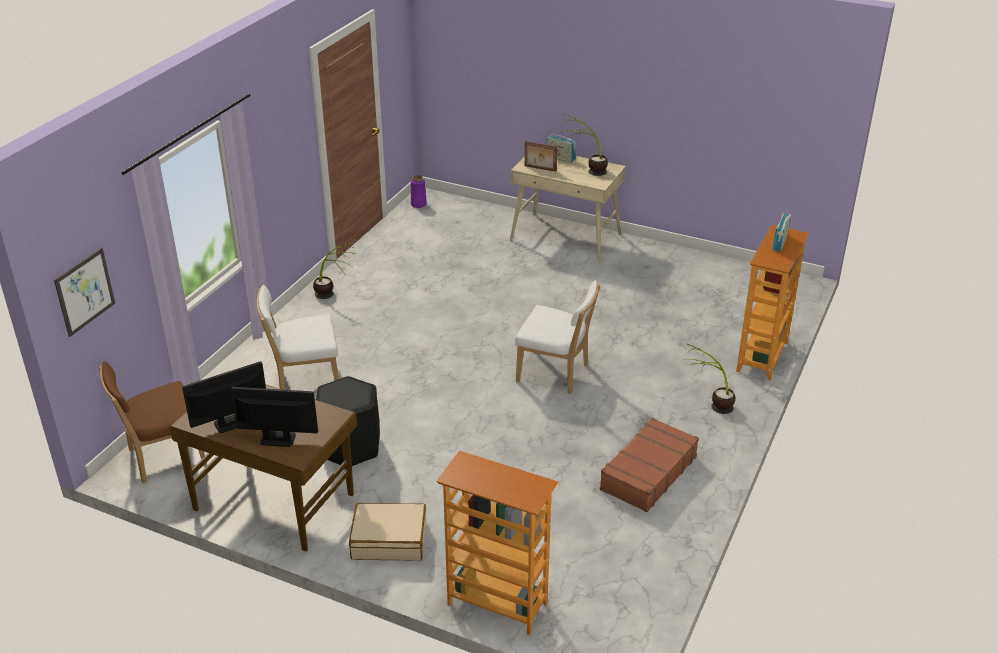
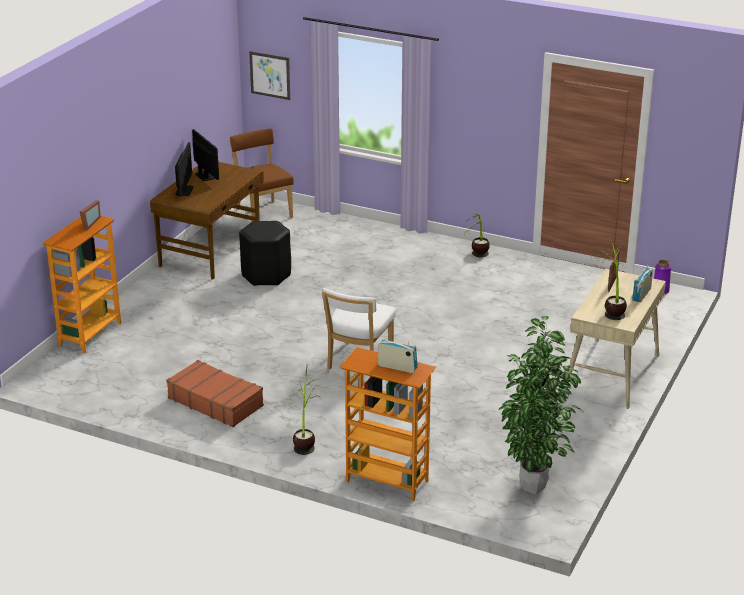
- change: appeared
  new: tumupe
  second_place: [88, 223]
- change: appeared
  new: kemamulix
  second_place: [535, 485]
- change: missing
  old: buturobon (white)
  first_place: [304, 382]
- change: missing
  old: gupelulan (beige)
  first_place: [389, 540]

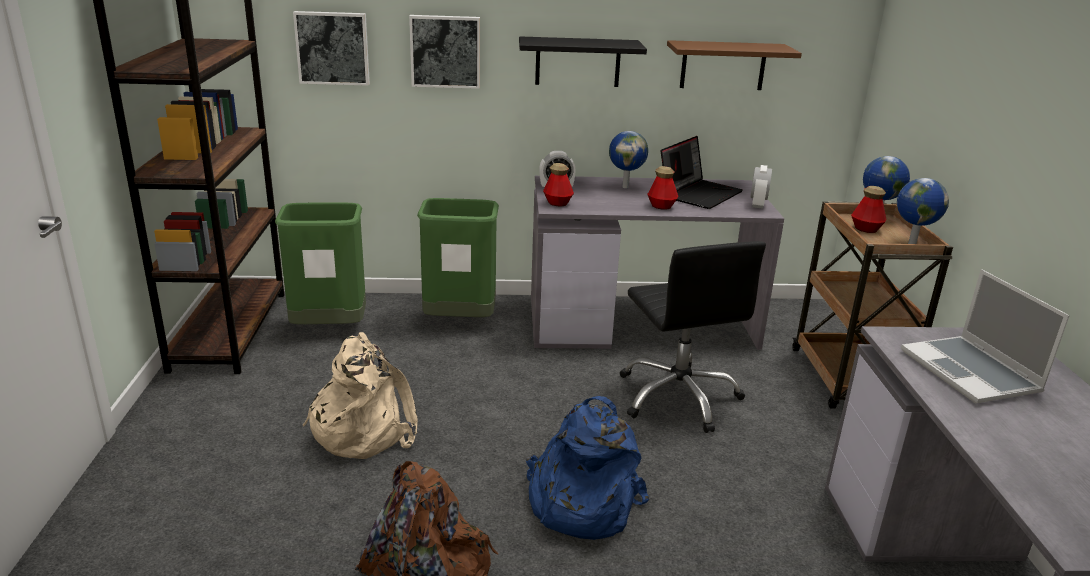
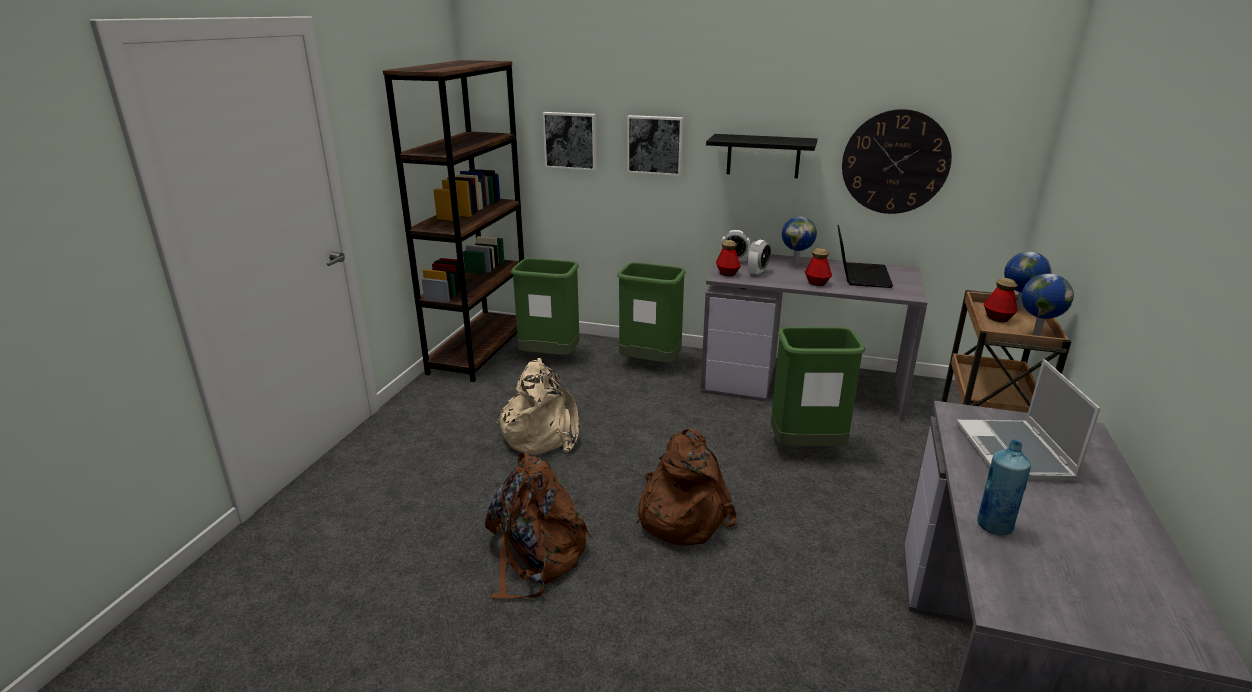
- change: colour
  old: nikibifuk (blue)
  new: nikibifuk (brown)
  first_place: [580, 503]
  second_place: [680, 516]
- change: relocated
  old: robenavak
  first_place: [757, 204]
  second_place: [757, 273]
- change: exchanged
  old: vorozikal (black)
  new: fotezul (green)
  first_place: [679, 396]
  second_place: [806, 448]
- change: spun
  old: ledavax
  first_place: [699, 194]
  second_place: [860, 275]
  degrees: -45
- change: exchanged
  old: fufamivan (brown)
  new: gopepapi
  first_place: [723, 65]
  second_place: [895, 162]
- change: appeared
  new: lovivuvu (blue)
  second_place: [994, 526]

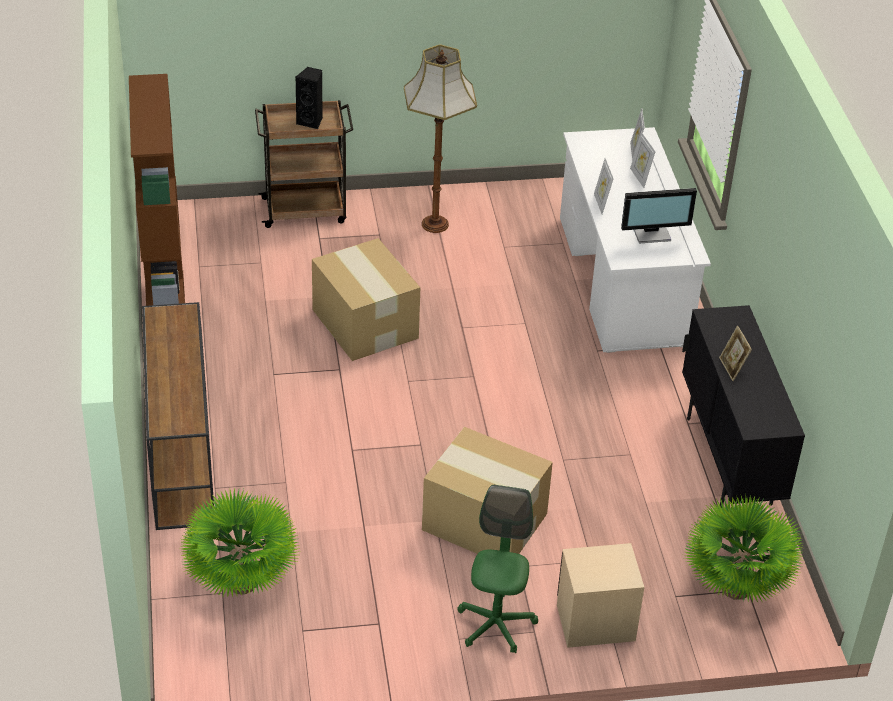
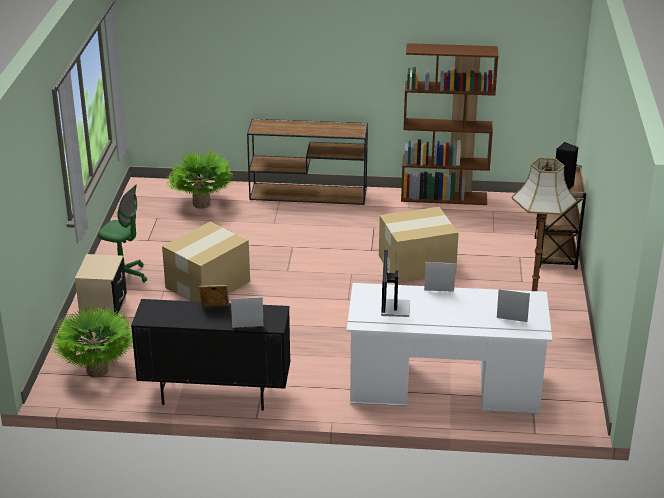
- change: relocated
  old: tumupe
  first_place: [640, 177]
  second_place: [247, 328]

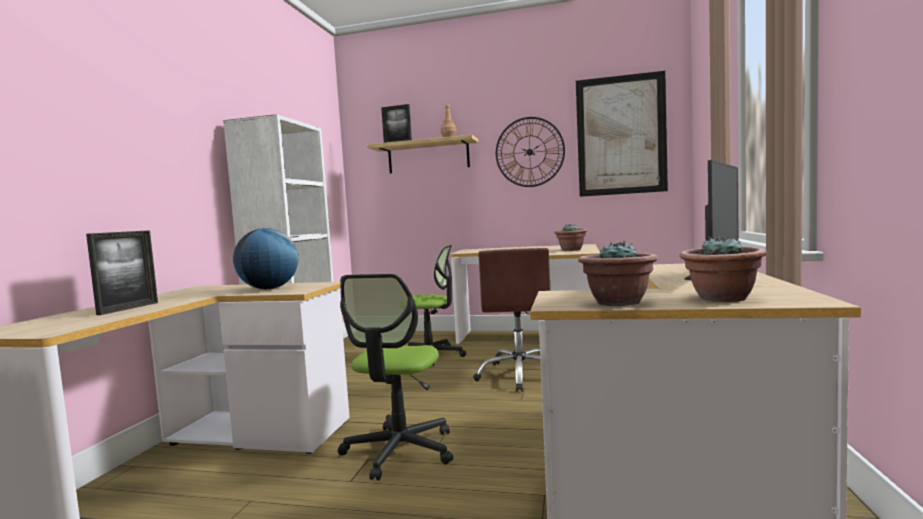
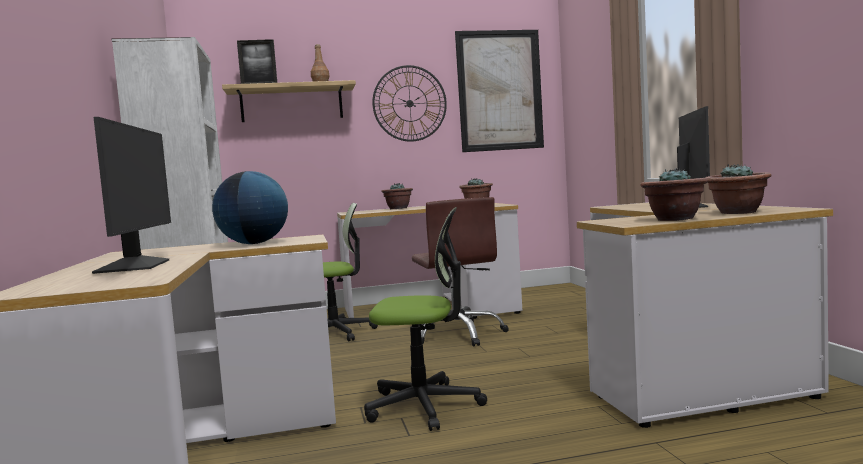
- change: exchanged
  old: tumupe
  new: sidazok
  first_place: [128, 308]
  second_place: [135, 266]
- change: spun
  old: vorozikal
  first_place: [399, 450]
  second_place: [424, 406]
  degrees: -75
- change: appeared
  new: kemamulix
  second_place: [398, 208]

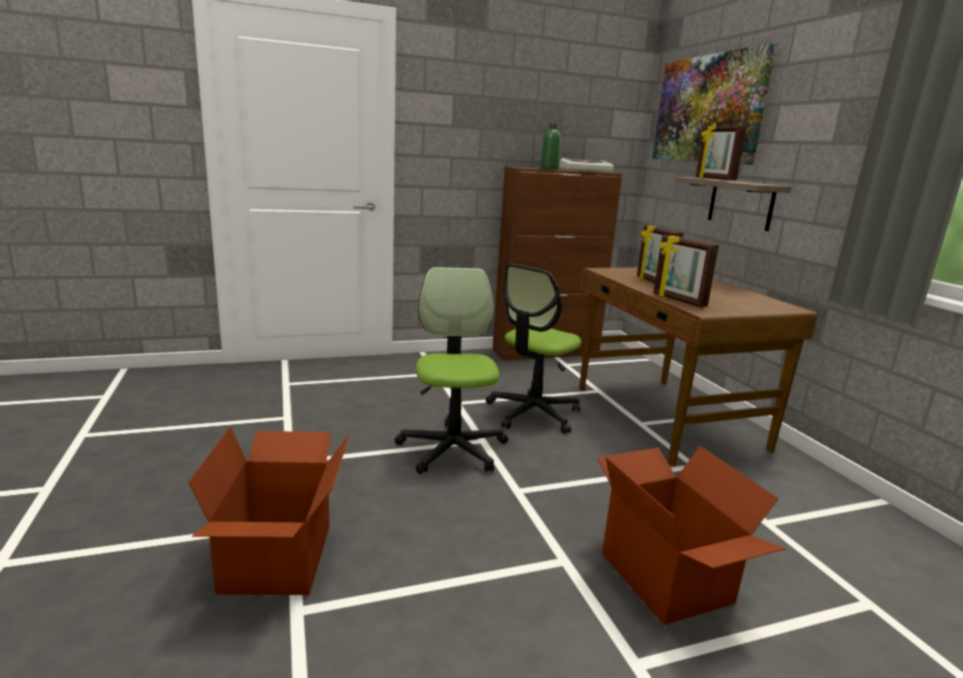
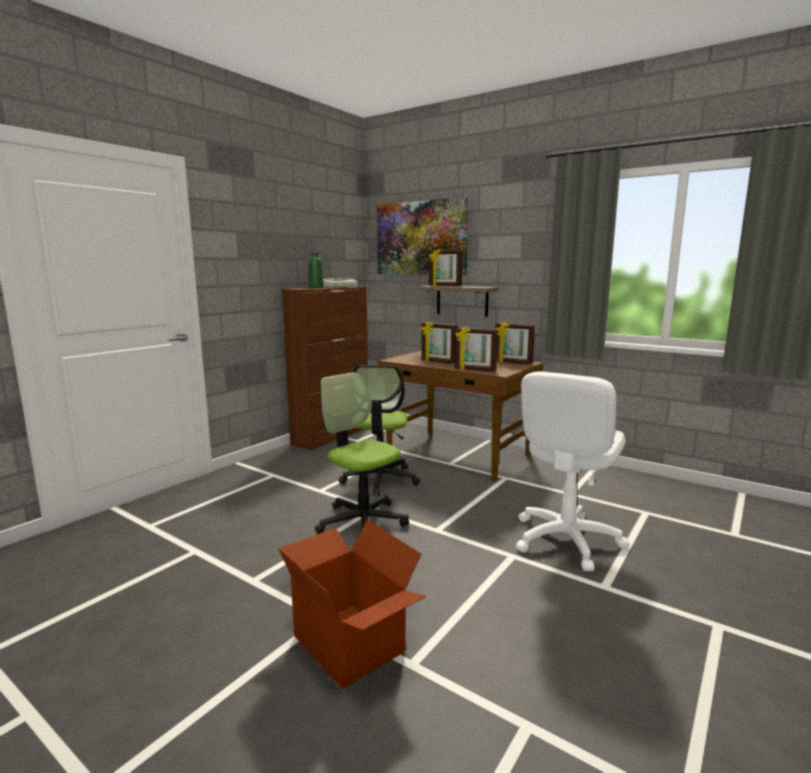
- change: appeared
  new: tumupe
  second_place: [512, 362]
- change: exchanged
  old: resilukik
  new: vorozikal (white)
  first_place: [667, 577]
  second_place: [565, 540]

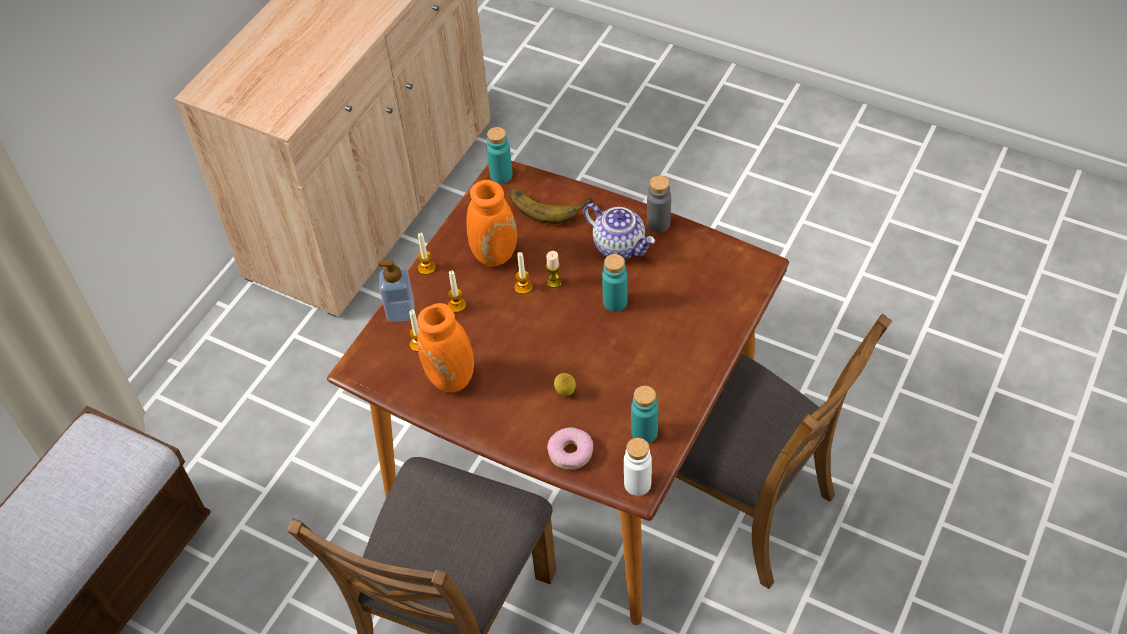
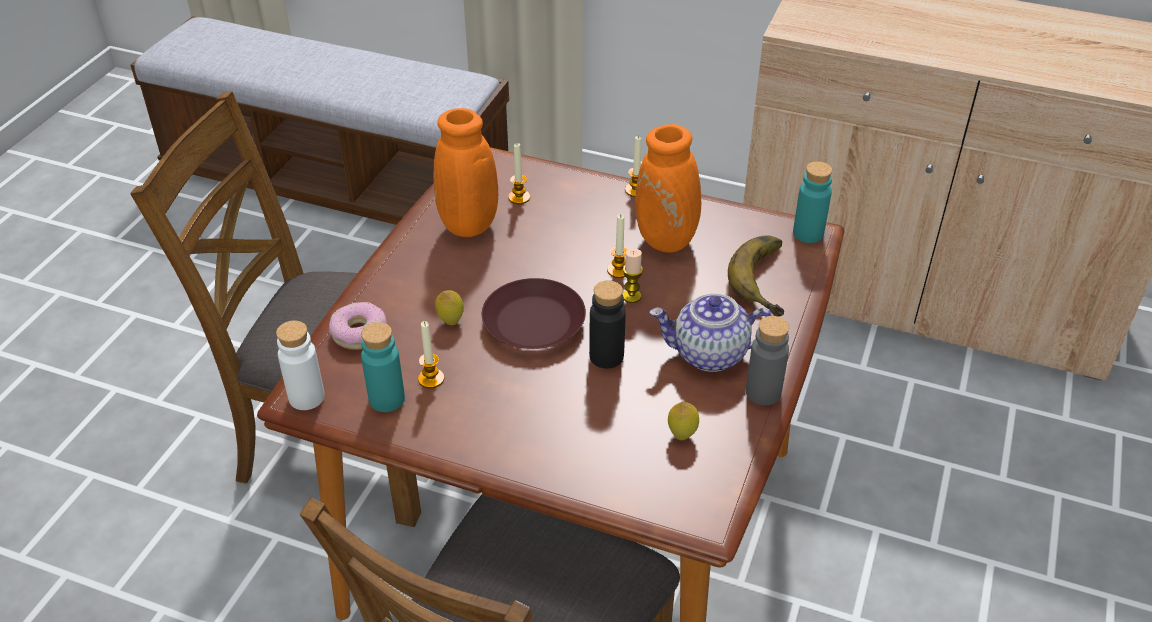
- change: relocated
  old: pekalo
  first_place: [457, 305]
  second_place: [431, 379]
- change: appeared
  new: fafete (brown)
  second_place: [533, 321]
- change: colour
  old: lovivuvu (turquoise)
  new: lovivuvu (black)
  first_place: [615, 302]
  second_place: [606, 356]
- change: spun
  old: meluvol
  first_place: [620, 246]
  second_place: [709, 354]
  degrees: 60
- change: appeared
  new: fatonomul
  second_place: [682, 435]
- change: missing
  old: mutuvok
  first_place: [400, 311]

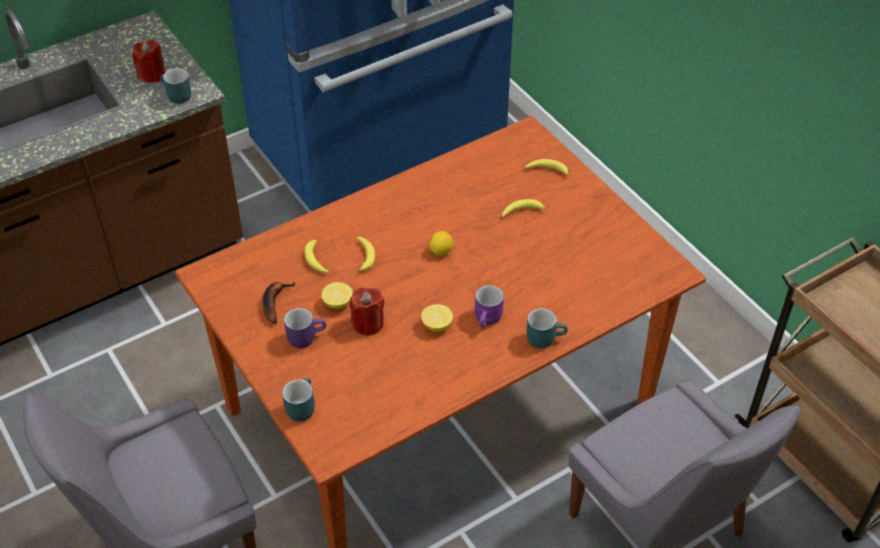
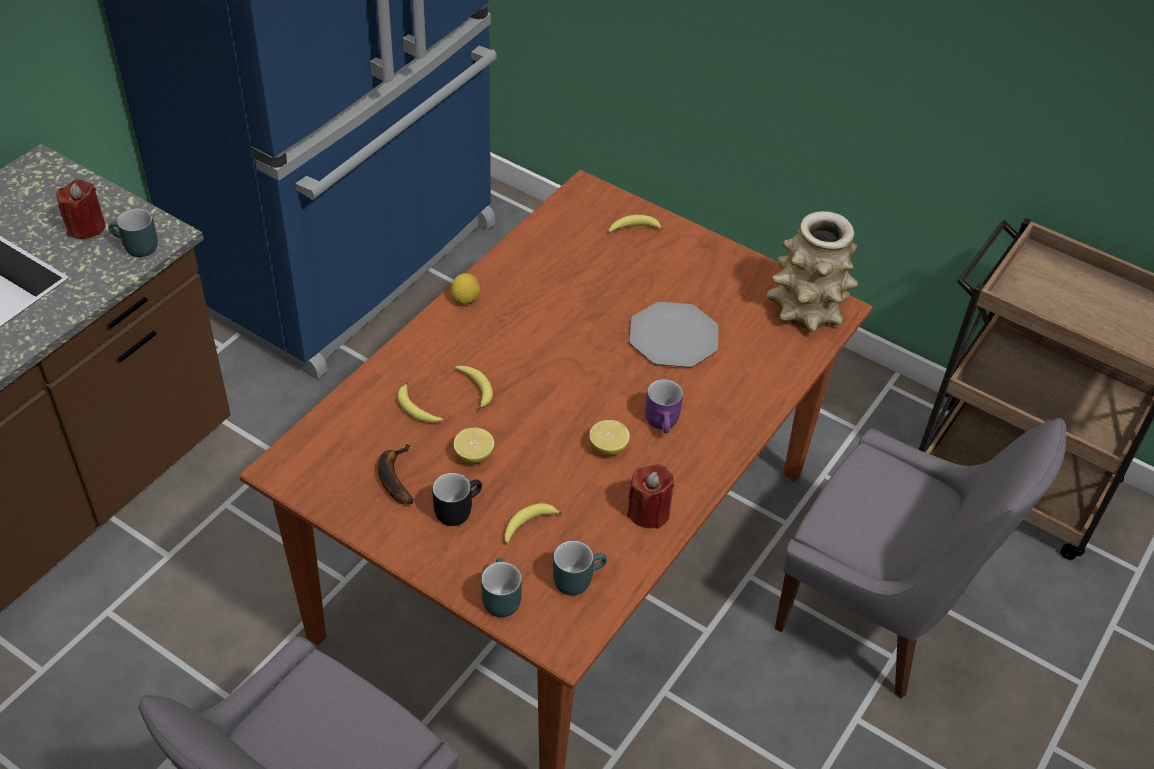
- change: colour
  old: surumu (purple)
  new: surumu (black)
  first_place: [305, 336]
  second_place: [456, 508]
- change: relocated
  old: fatonomul
  first_place: [441, 251]
  second_place: [465, 299]
- change: relocated
  old: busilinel
  first_place: [522, 211]
  second_place: [528, 525]
- change: relocated
  old: surumu (turquoise)
  first_place: [544, 337]
  second_place: [577, 577]
- change: relocated
  old: pekalo (red)
  first_place: [368, 323]
  second_place: [649, 512]
- change: appeared
  new: fafete
  second_place: [673, 336]
- change: appeared
  new: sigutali
  second_place: [806, 310]

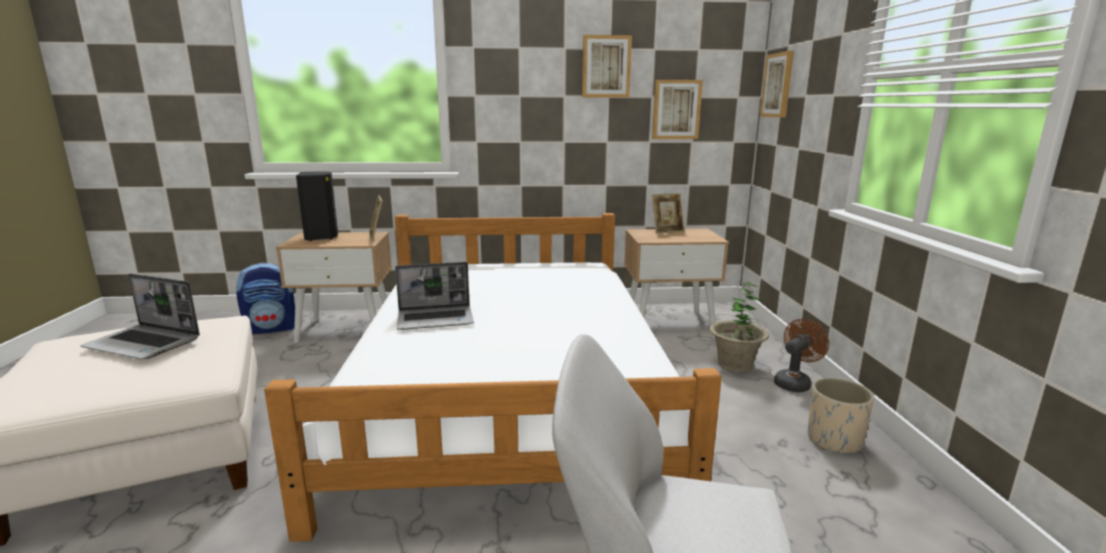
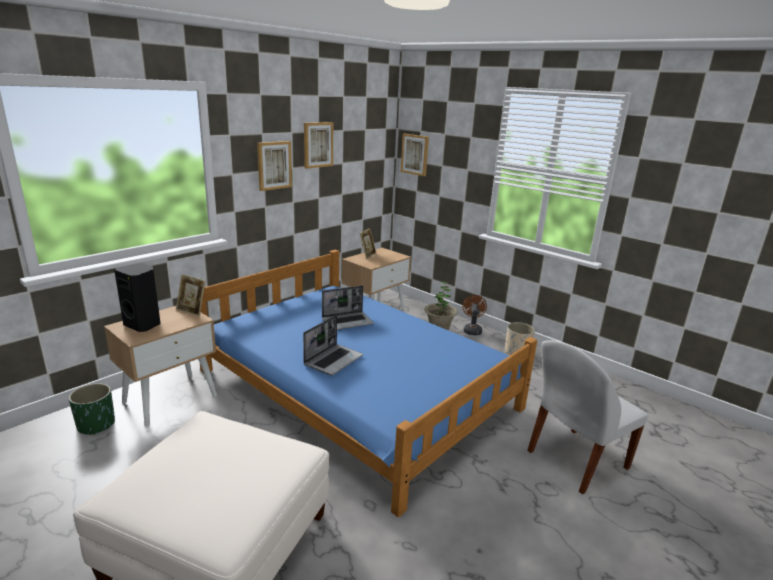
- change: exchanged
  old: nikibifuk
  new: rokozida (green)
  first_place: [272, 328]
  second_place: [96, 425]
- change: colour
  old: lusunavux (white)
  new: lusunavux (blue)
  first_place: [507, 388]
  second_place: [358, 389]
- change: relocated
  old: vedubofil
  first_place: [676, 109]
  second_place: [274, 165]
- change: relocated
  old: ledavax
  first_place: [145, 343]
  second_place: [347, 321]

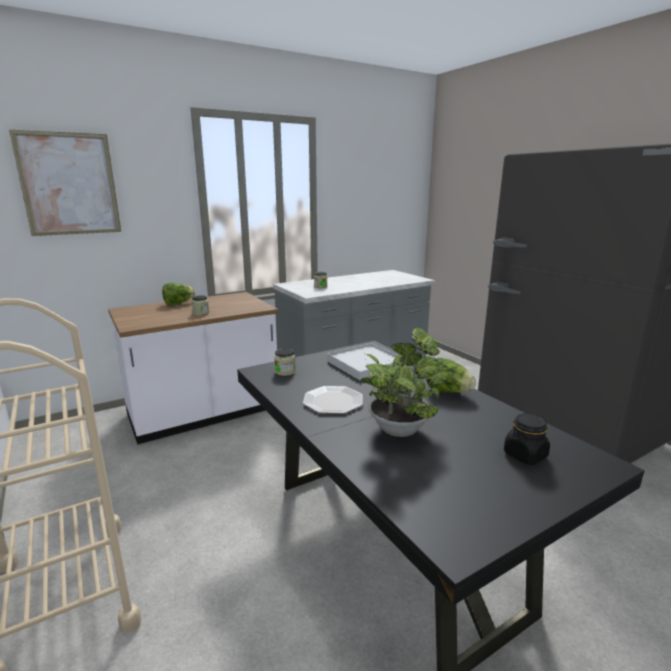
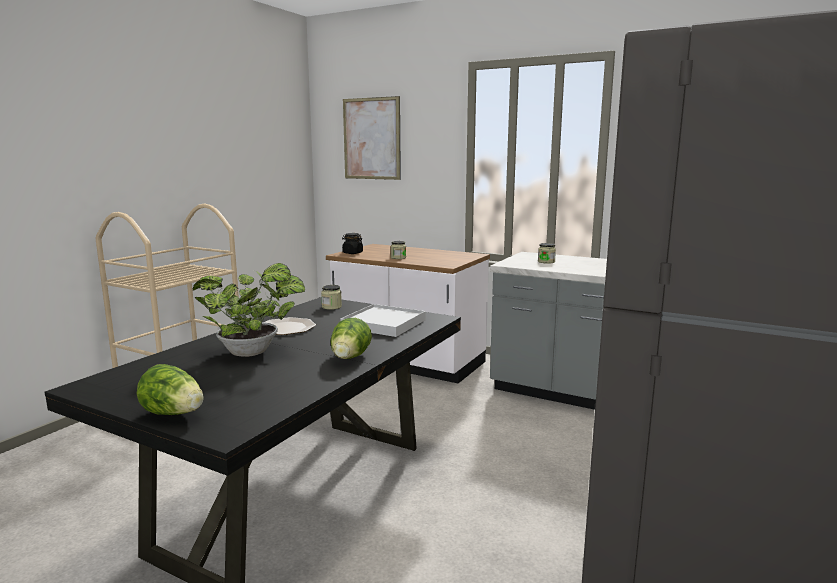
- change: relocated
  old: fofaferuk
  first_place: [178, 303]
  second_place: [174, 414]
- change: relocated
  old: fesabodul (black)
  first_place: [525, 455]
  second_place: [352, 253]

